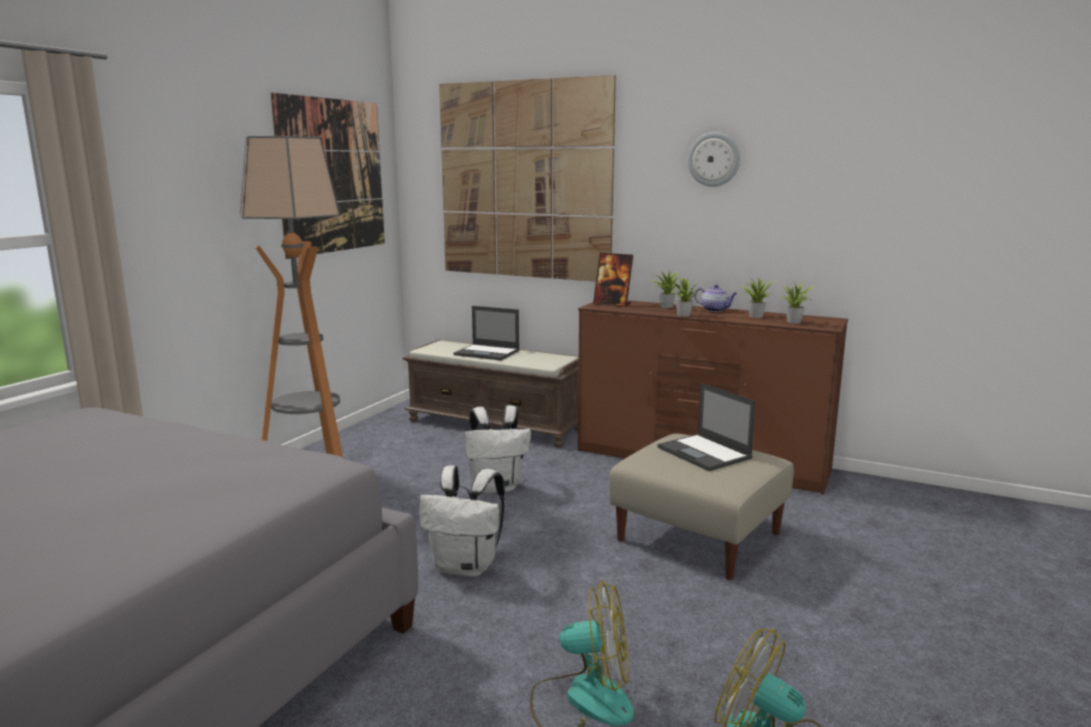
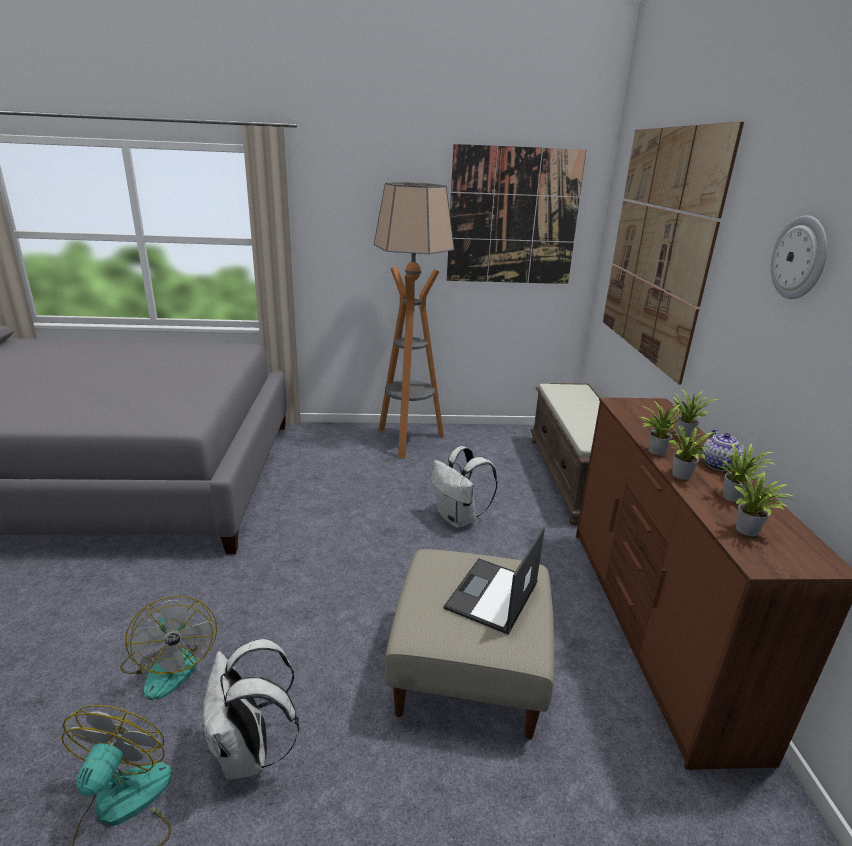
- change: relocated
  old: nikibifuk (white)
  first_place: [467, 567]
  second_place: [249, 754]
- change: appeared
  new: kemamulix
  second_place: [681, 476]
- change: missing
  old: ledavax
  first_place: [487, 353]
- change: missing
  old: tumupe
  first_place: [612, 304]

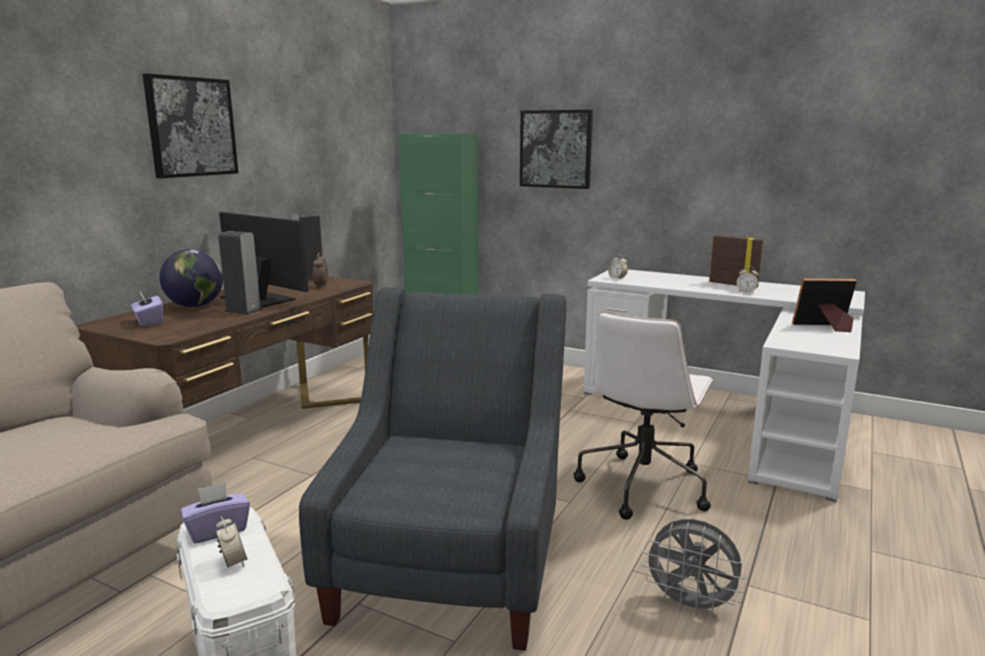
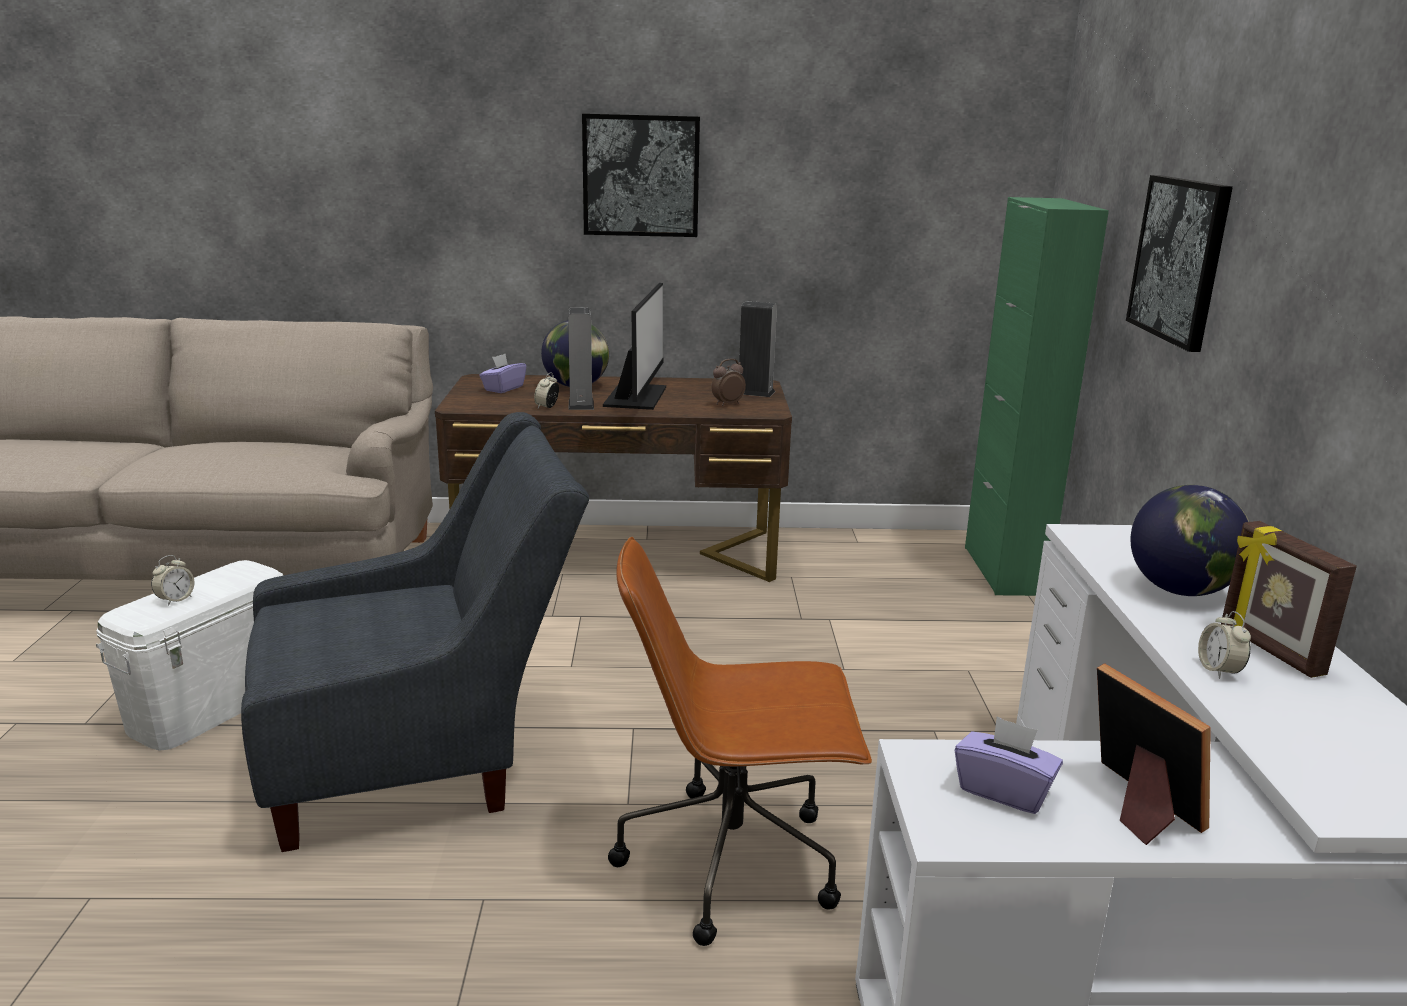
- change: relocated
  old: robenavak
  first_place: [617, 278]
  second_place: [547, 407]
- change: colour
  old: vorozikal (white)
  new: vorozikal (brown)
  first_place: [643, 485]
  second_place: [734, 861]
- change: relocated
  old: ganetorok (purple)
  first_place: [217, 530]
  second_place: [1004, 790]
- change: appeared
  new: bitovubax
  second_place: [1180, 590]
- change: spun
  old: tumupe
  first_place: [733, 285]
  second_place: [1269, 650]
  degrees: 150
- change: missing
  old: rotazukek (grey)
  first_place: [690, 605]

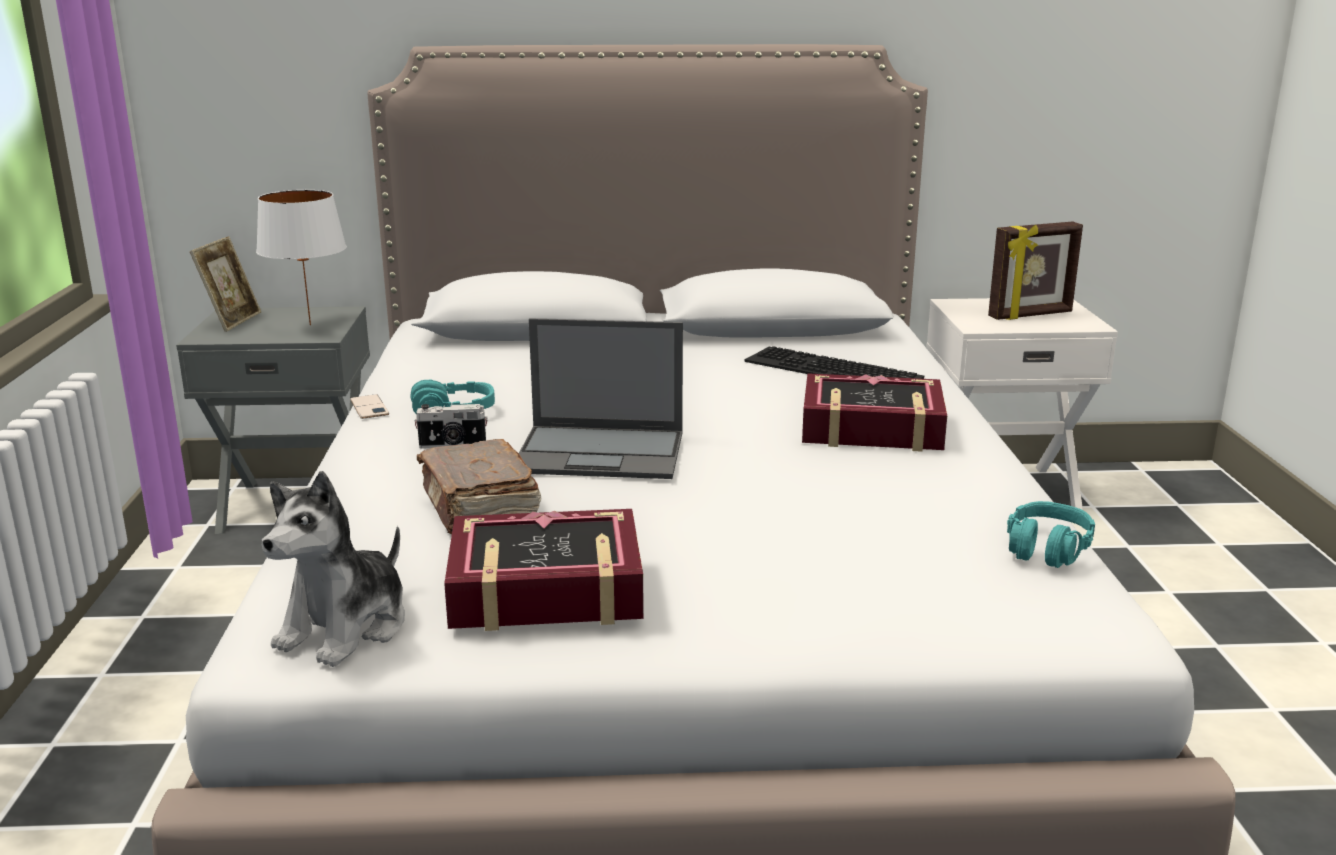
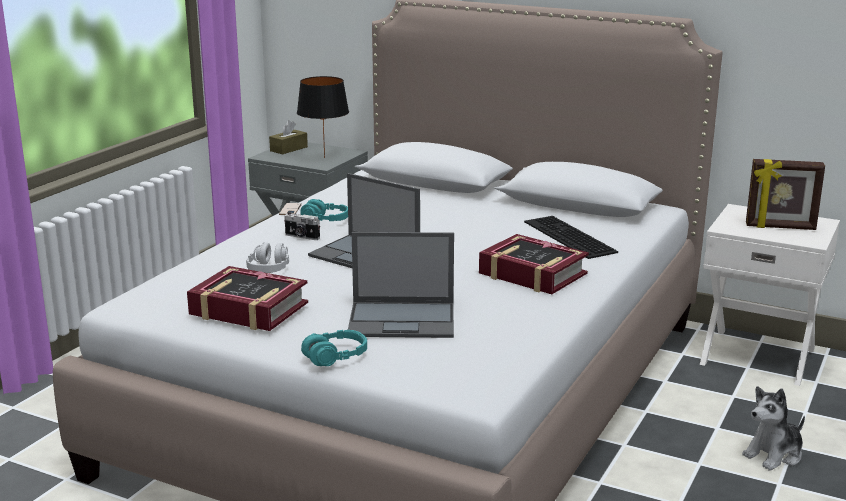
- change: exchanged
  old: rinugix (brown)
  new: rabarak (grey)
  first_place: [479, 508]
  second_place: [269, 268]
- change: exchanged
  old: tumupe
  new: ganetorok (brown)
  first_place: [232, 321]
  second_place: [288, 149]
- change: colour
  old: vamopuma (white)
  new: vamopuma (black)
  first_place: [311, 324]
  second_place: [325, 157]
- change: relocated
  old: rabarak (turquoise)
  first_place: [1046, 549]
  second_place: [335, 357]
- change: appeared
  new: ledavax
  second_place: [403, 320]
- change: relocated
  old: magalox
  first_place: [346, 628]
  second_place: [774, 455]

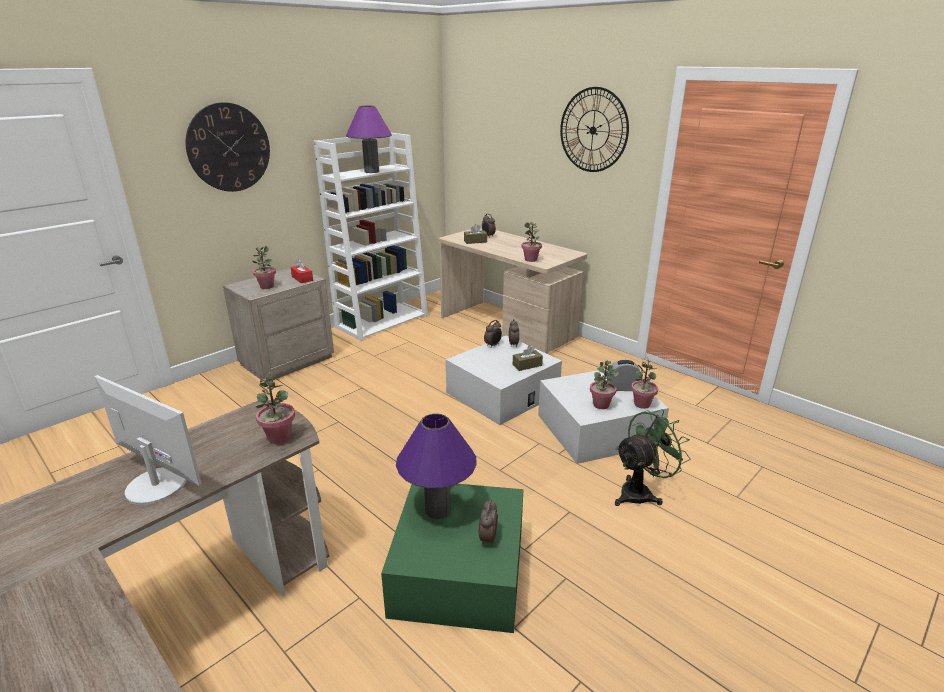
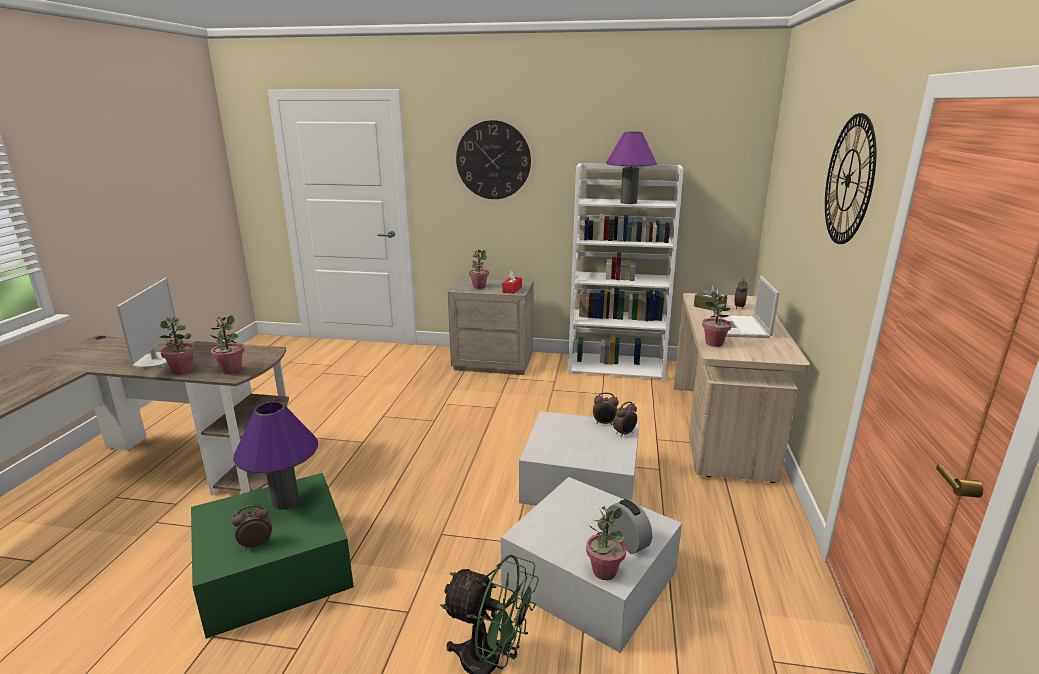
- change: relocated
  old: kemamulix
  first_place: [601, 405]
  second_place: [182, 370]
- change: appeared
  new: ledavax
  second_place: [741, 327]
- change: missing
  old: ganetorok (brown)
  first_place: [527, 365]

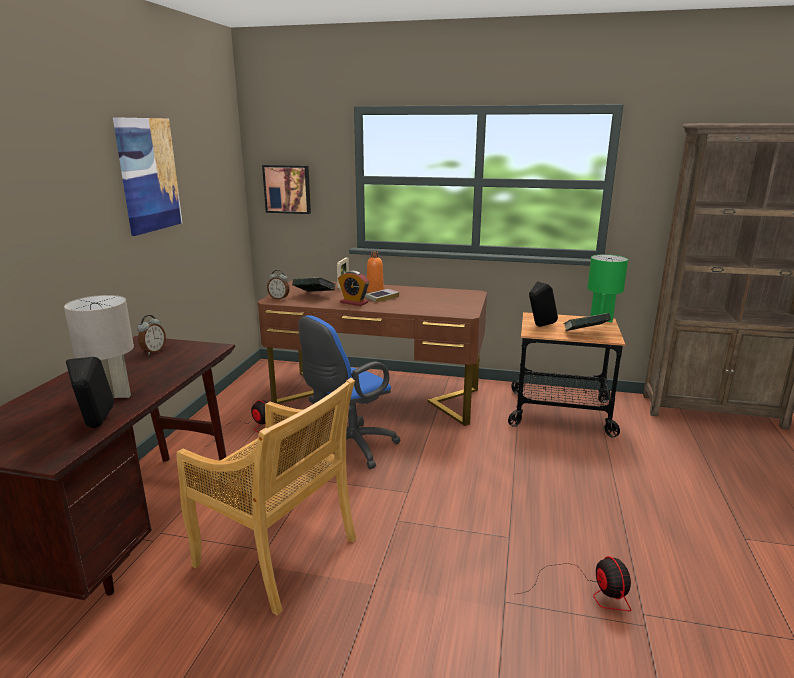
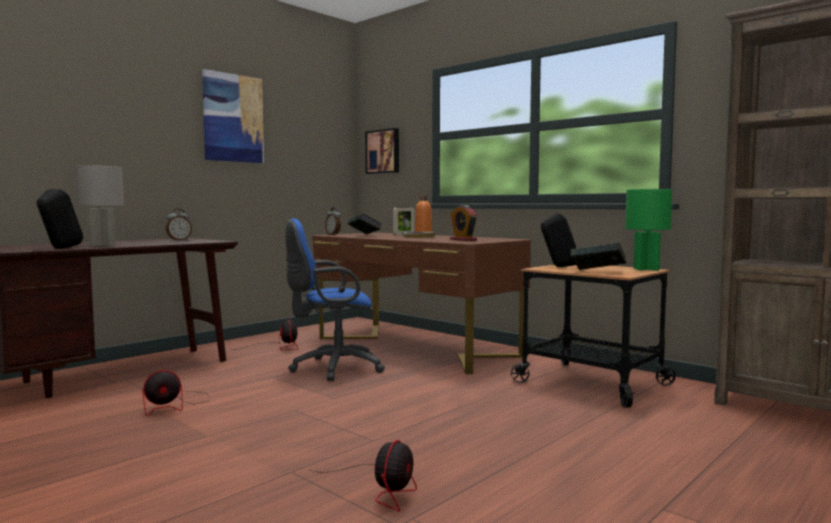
- change: exchanged
  old: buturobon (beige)
  new: rotazukek
  first_place: [278, 554]
  second_place: [174, 405]
- change: relocated
  old: robenavak
  first_place: [354, 302]
  second_place: [463, 240]

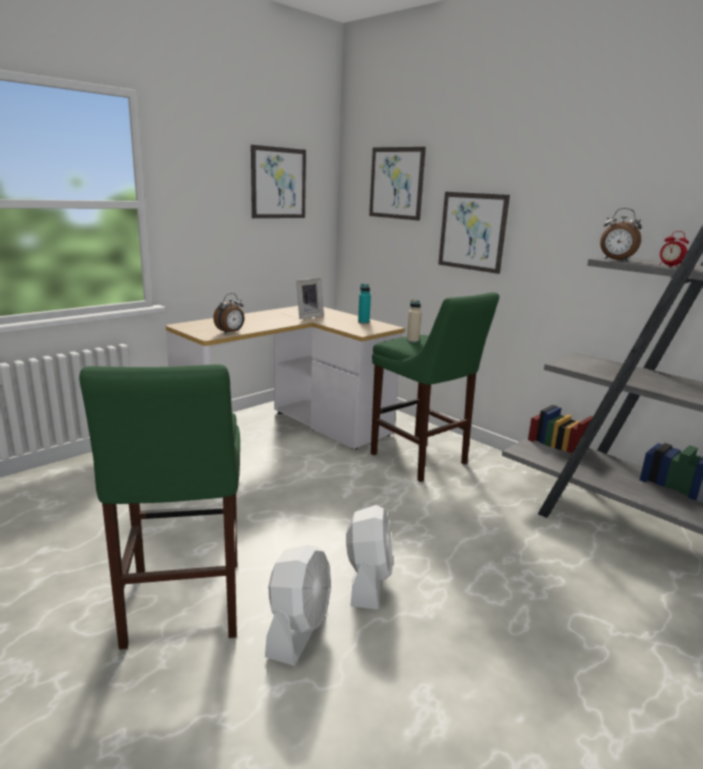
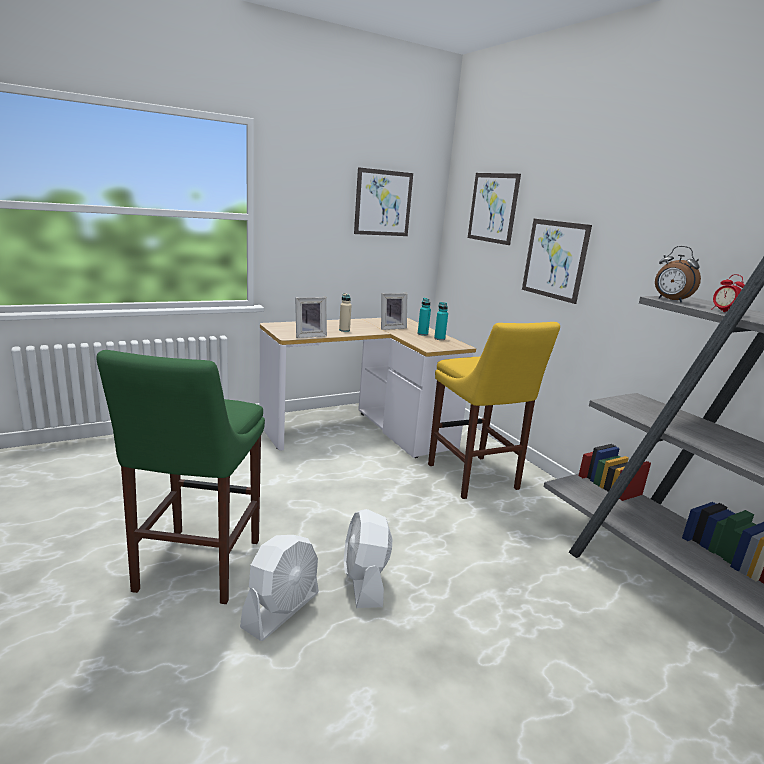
- change: exchanged
  old: robenavak
  new: tumupe
  first_place: [230, 332]
  second_place: [309, 335]
- change: relocated
  old: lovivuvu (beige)
  first_place: [412, 341]
  second_place: [344, 330]
- change: spun
  old: rotazukek (white)
  first_place: [368, 581]
  second_place: [365, 581]
  degrees: 150
- change: appeared
  new: lovivuvu (turquoise)
  second_place: [422, 334]
- change: colour
  old: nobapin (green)
  new: nobapin (yellow)
  first_place: [421, 460]
  second_place: [474, 479]

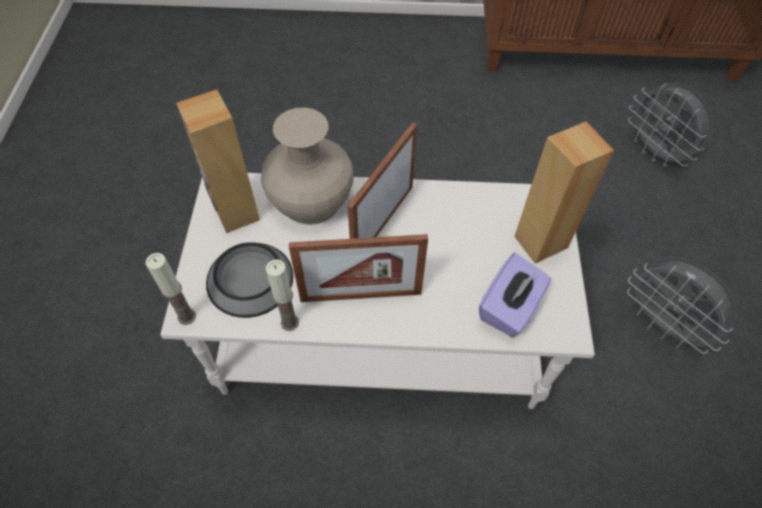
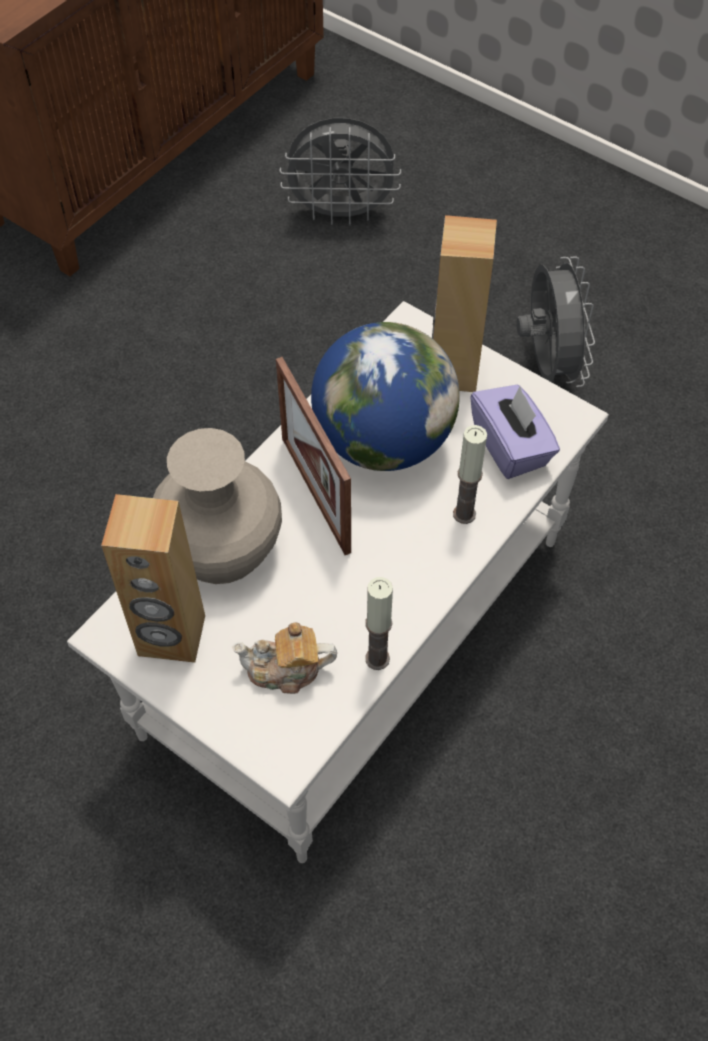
- change: exchanged
  old: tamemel
  new: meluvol
  first_place: [249, 279]
  second_place: [286, 670]
- change: appeared
  new: bitovubax
  second_place: [383, 441]
- change: relocated
  old: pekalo
  first_place: [186, 316]
  second_place: [464, 514]
- change: spun
  old: rotazukek (grey)
  first_place: [663, 325]
  second_place: [547, 365]
  degrees: -90
- change: missing
  old: tumupe
  first_place: [361, 296]

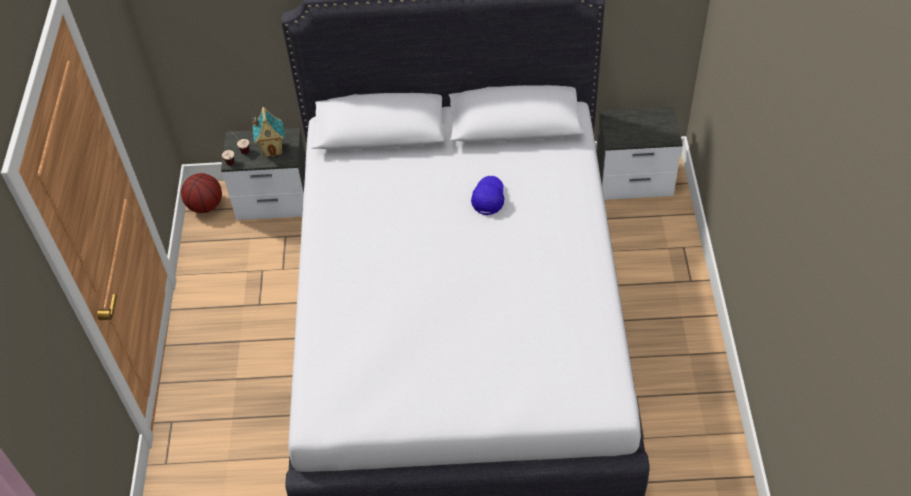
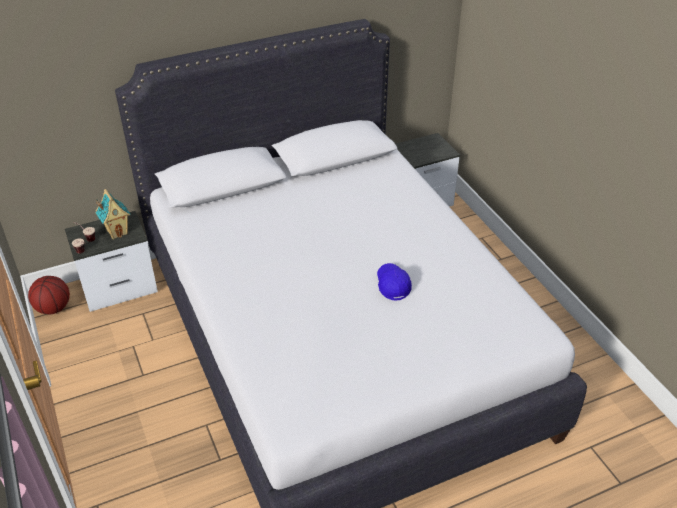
- change: relocated
  old: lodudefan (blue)
  first_place: [488, 199]
  second_place: [392, 285]

